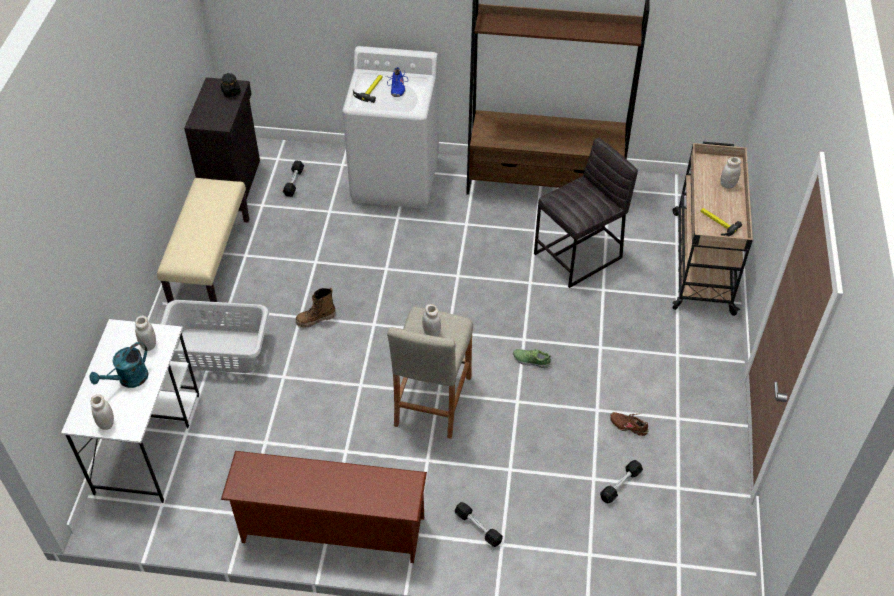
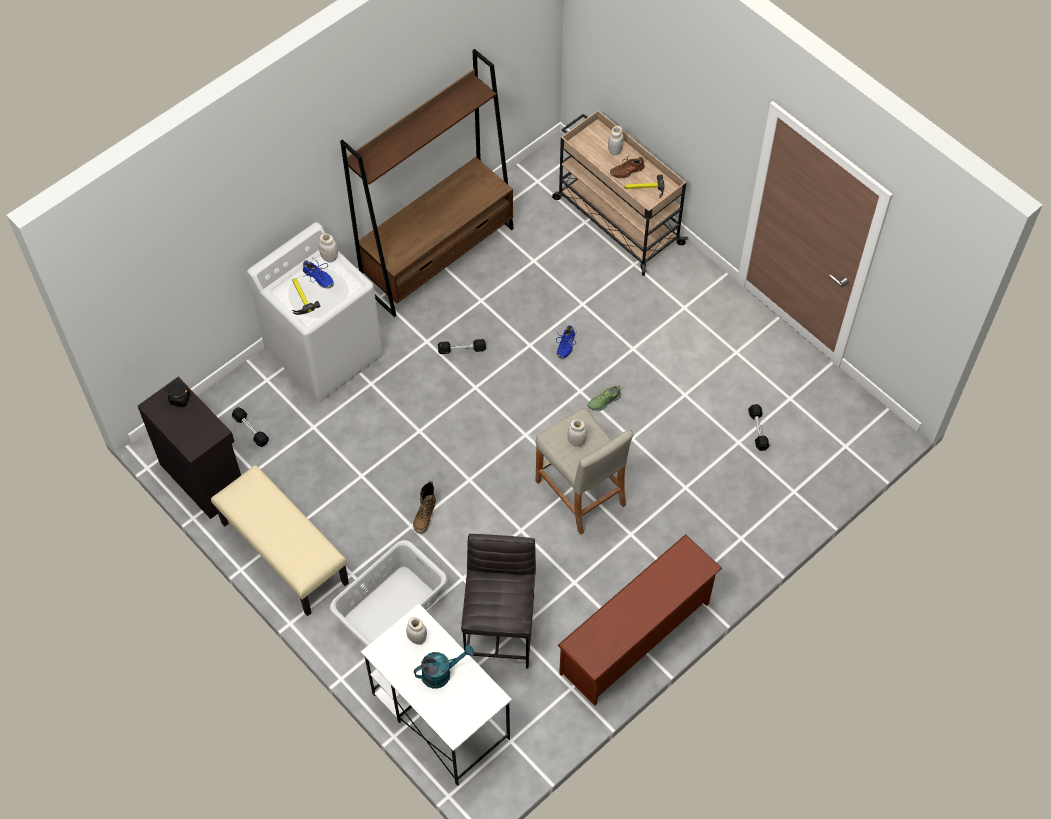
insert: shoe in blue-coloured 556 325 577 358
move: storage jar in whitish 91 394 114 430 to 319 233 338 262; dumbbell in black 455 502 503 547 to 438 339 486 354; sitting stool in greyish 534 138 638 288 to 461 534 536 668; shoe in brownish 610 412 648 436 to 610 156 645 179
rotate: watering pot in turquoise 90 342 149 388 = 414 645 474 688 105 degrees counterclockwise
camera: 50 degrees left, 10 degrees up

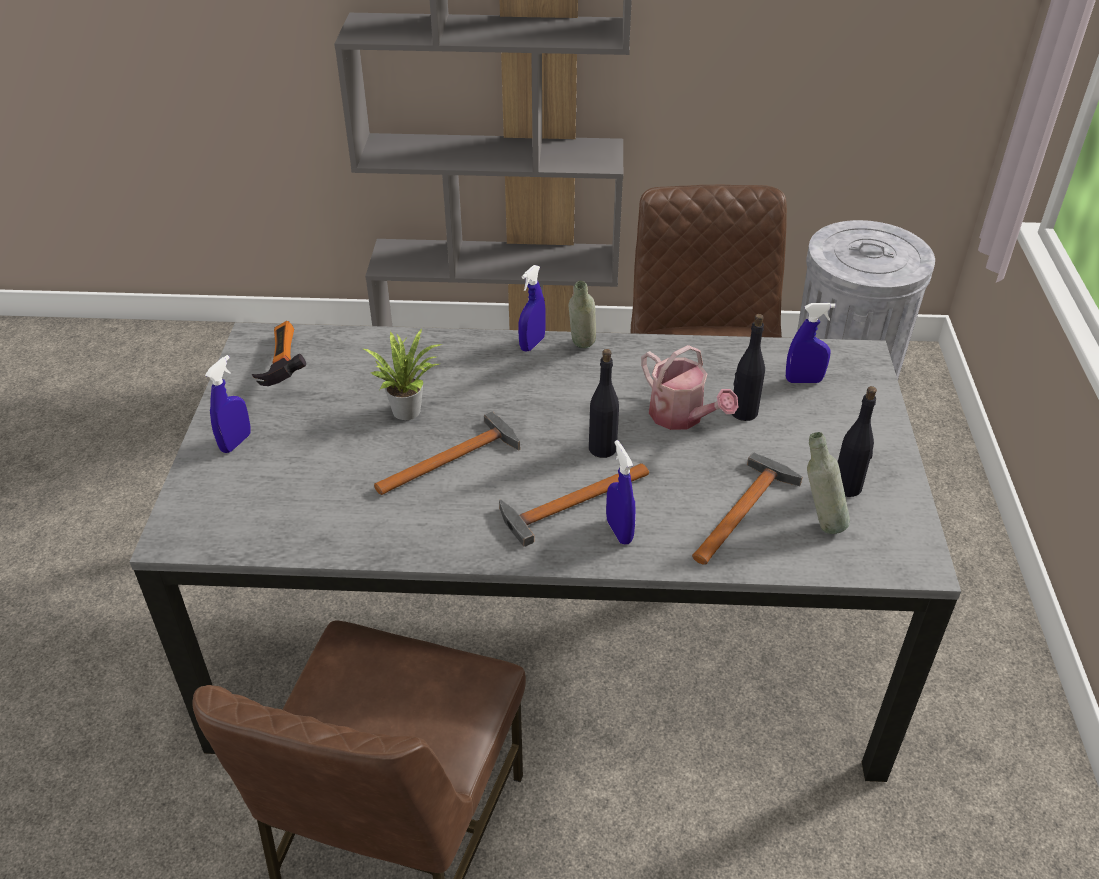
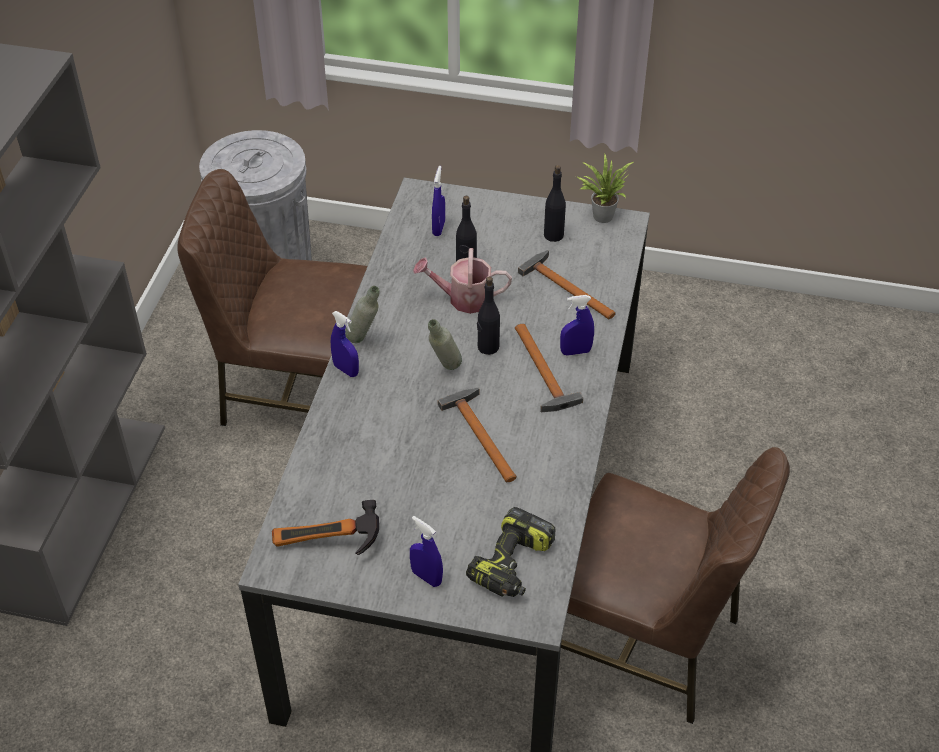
insert: electric drill 466 507 555 597
move: houseplant 362 329 442 420 to 576 153 633 223; bottle in greyish 807 432 850 534 to 428 319 462 370
rotate: watering pot 641 345 738 430 = 413 248 512 314 150 degrees counterclockwise
camera: 80 degrees left, 5 degrees up

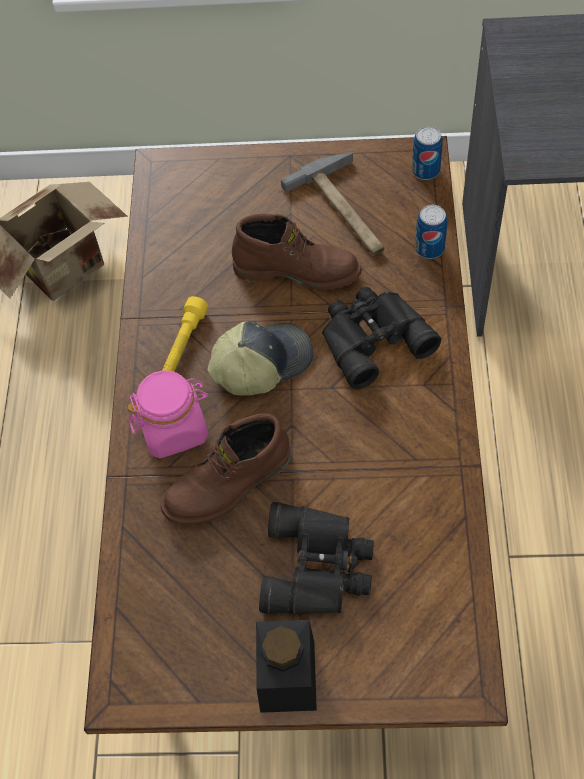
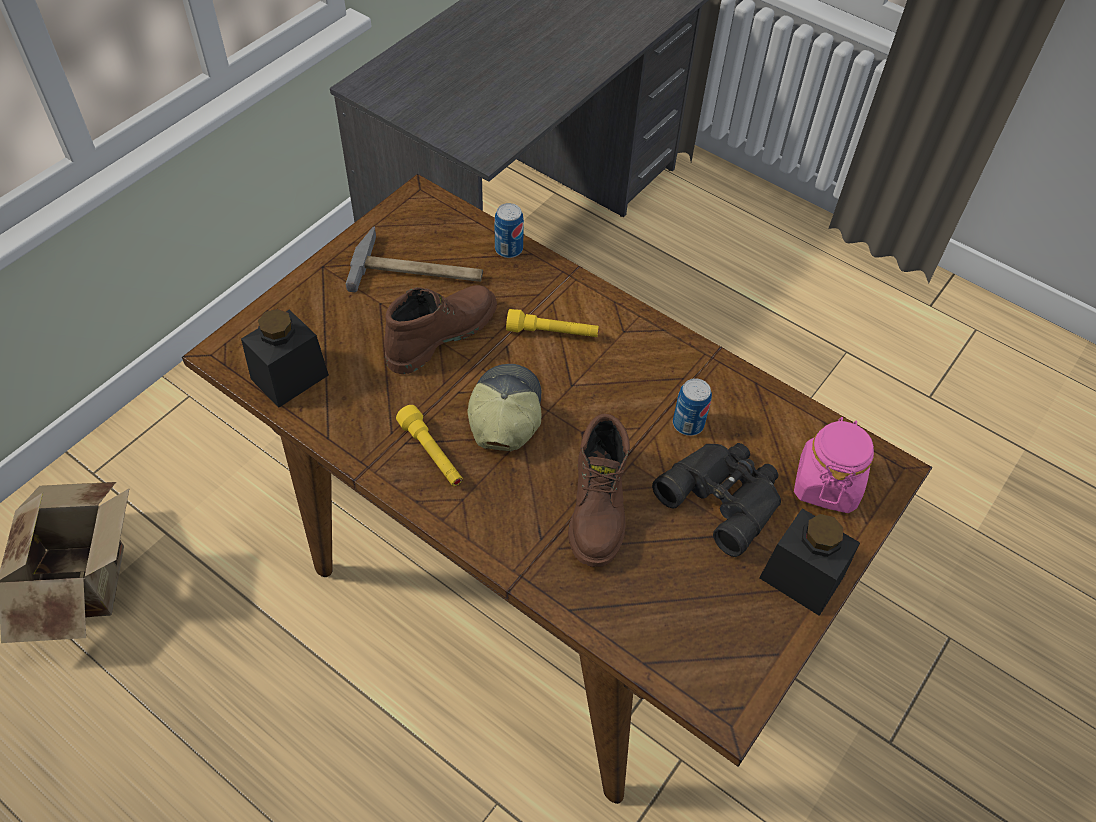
insert: storage jar in black 241 309 329 408
move: storage jar in pink-coloured 127 370 208 458 to 794 417 874 513; sealed can 412 126 443 180 to 673 378 712 436
replace: pair of binoculars in black 322 287 441 389 to torch in yellow-coloured 506 309 599 337
camera: 60 degrees left, 5 degrees down

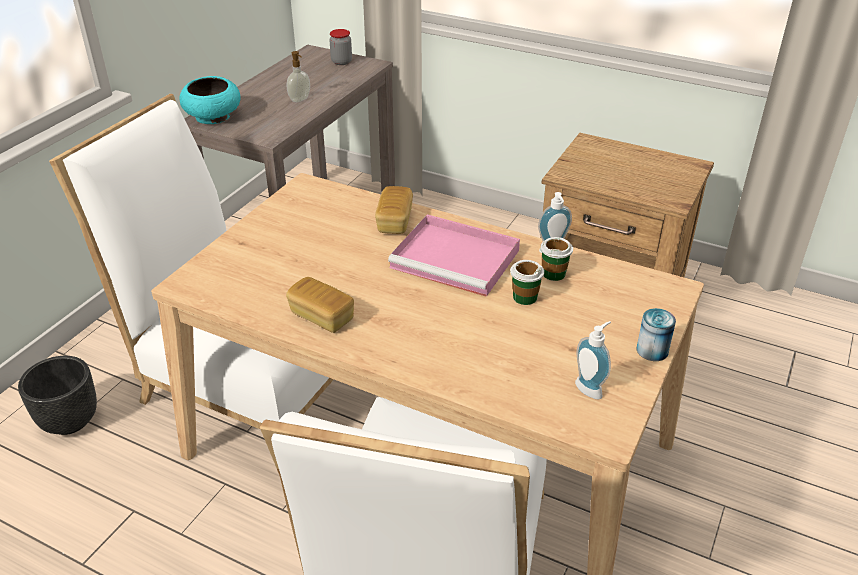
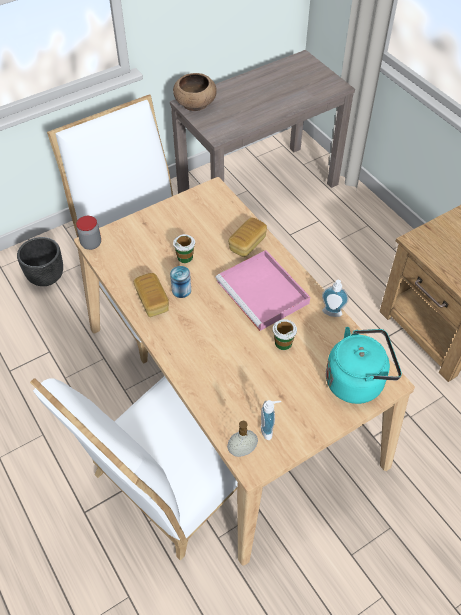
insert: kettle in turquoise 326 327 402 404
move: soap bottle 287 51 310 102 to 227 421 258 457; storage jar 329 29 352 65 to 76 216 101 250; cup 540 237 573 281 to 173 234 195 263; sealed can 637 308 676 361 to 170 266 191 298
recolor: bowl in turquoise 179 76 241 124 to bowl in brownish 173 73 217 111
camera: 30 degrees right, 15 degrees up

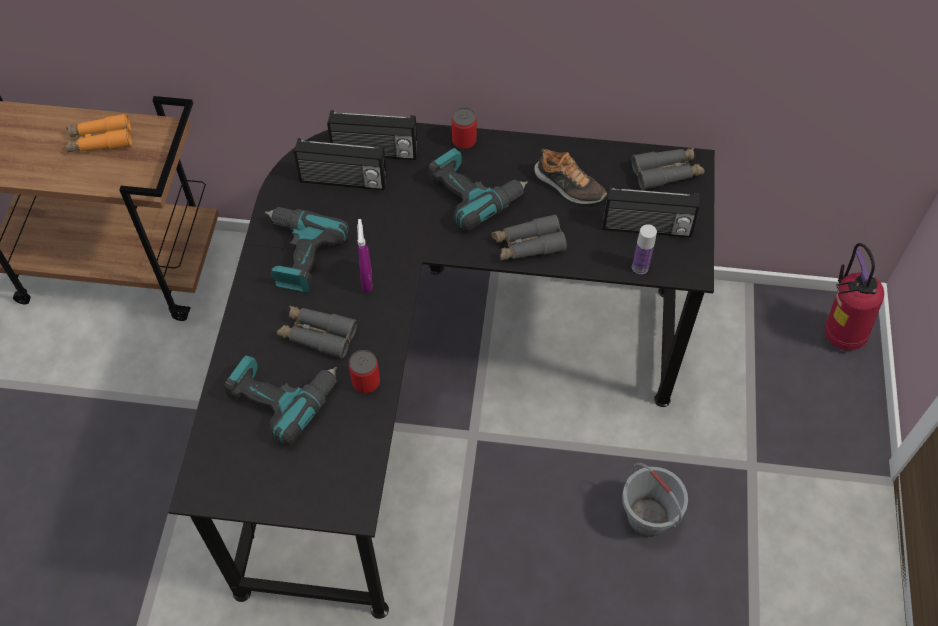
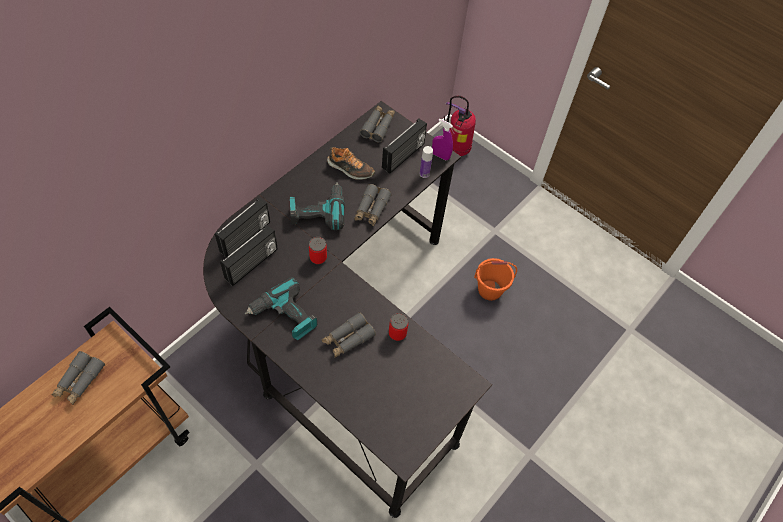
delete: electric drill 224 356 337 446
move: spray bottle in purplish 357 219 372 292 to 432 119 453 160; sealed can 452 108 477 150 to 309 237 327 264
recolor: pair of binoculars in orangey 65 113 132 152 to pair of binoculars in greyish 52 351 105 405; pail in greyish 622 463 688 537 to pail in orangey 474 258 517 301
rotate: shoe 534 149 607 204 = 327 147 375 180 45 degrees clockwise
camera: 60 degrees left, 0 degrees up

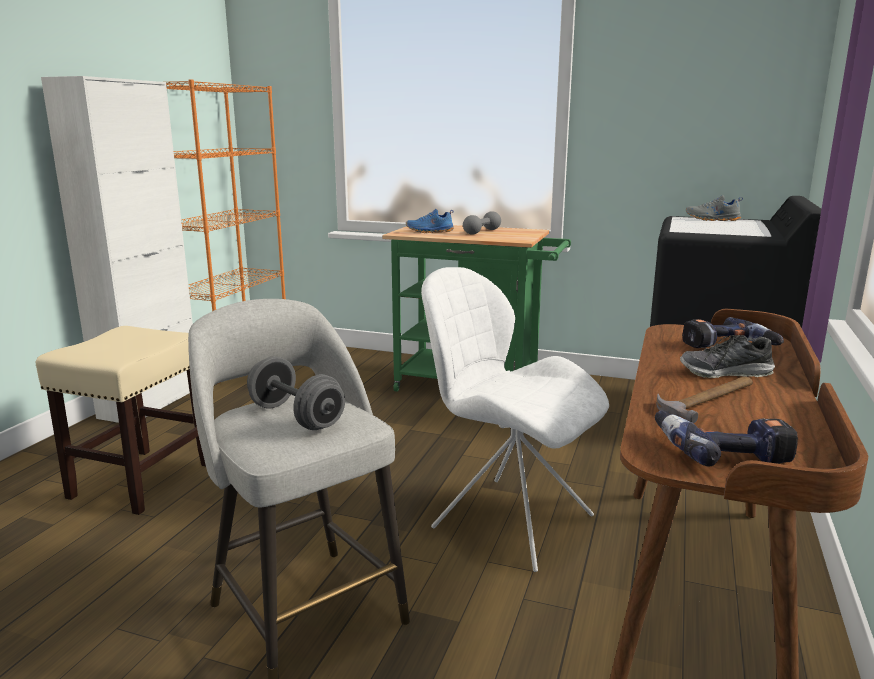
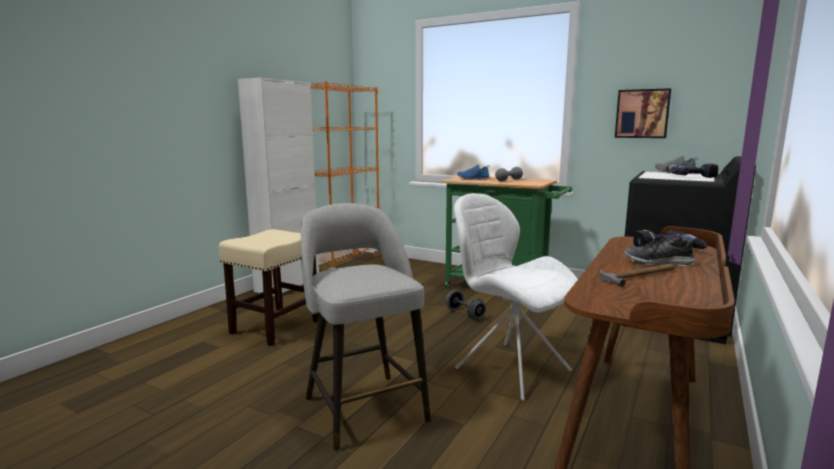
insert: picture 615 88 671 138
move: dumbbell in greyish 247 356 345 430 to 446 290 486 320; electric drill 655 410 798 466 to 666 163 718 178
camera: 10 degrees right, 5 degrees down

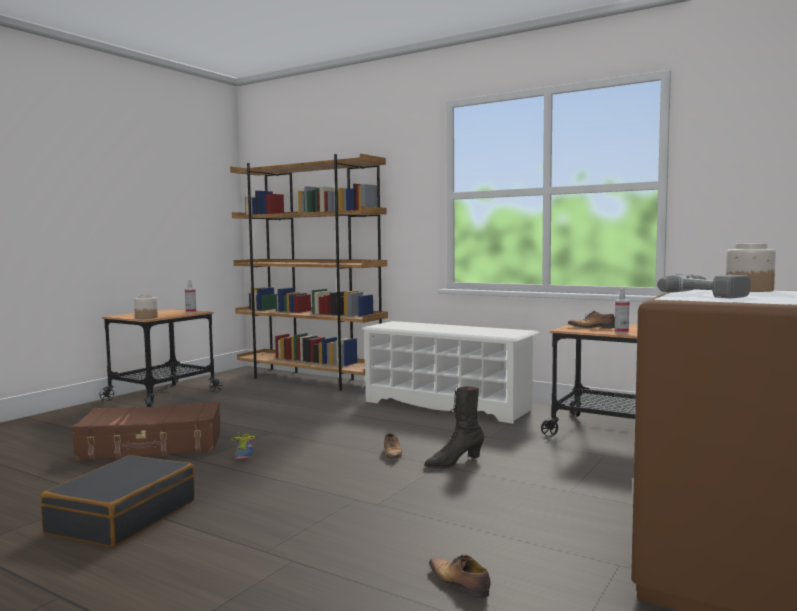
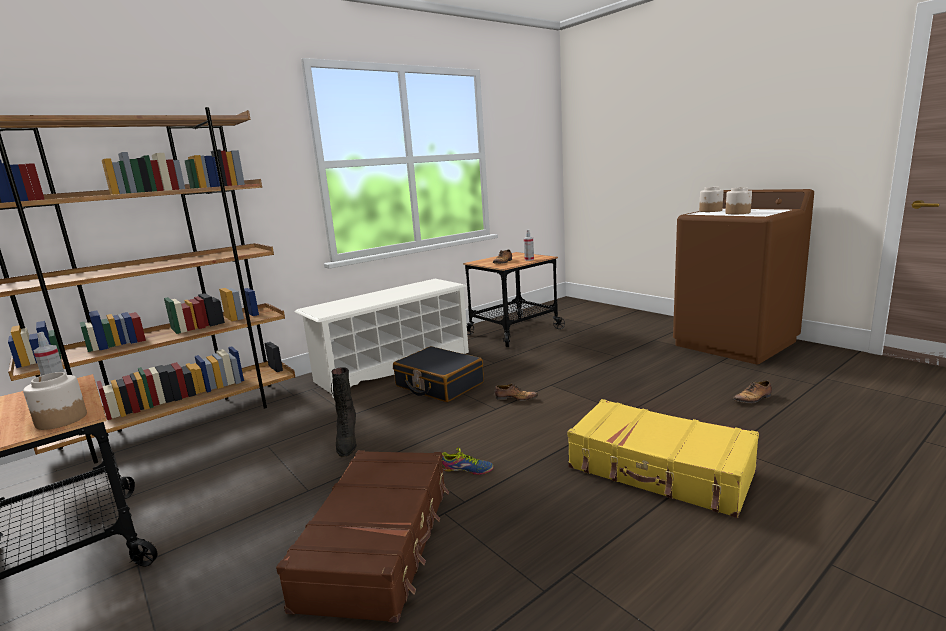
insert: suitcase in yellow-coloured 568 399 759 518
move: suitcase in black 40 455 195 548 to 393 346 484 402; tall boot in black 424 386 484 468 to 331 367 357 457
replace: electric drill 657 274 751 299 to storage jar 725 187 752 214
camera: 70 degrees left, 10 degrees up

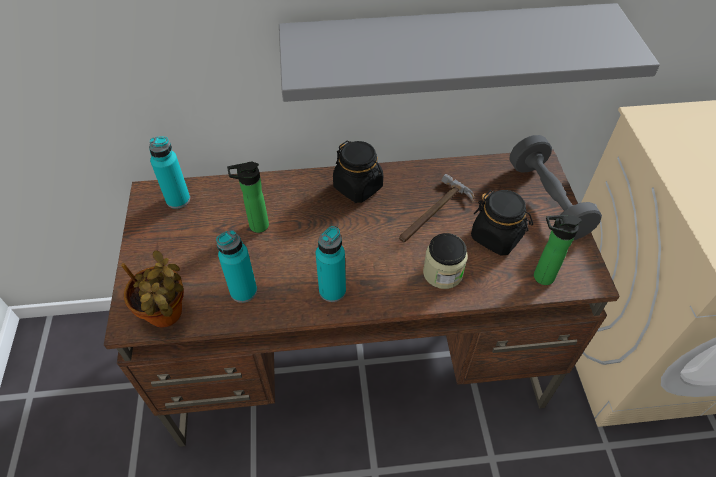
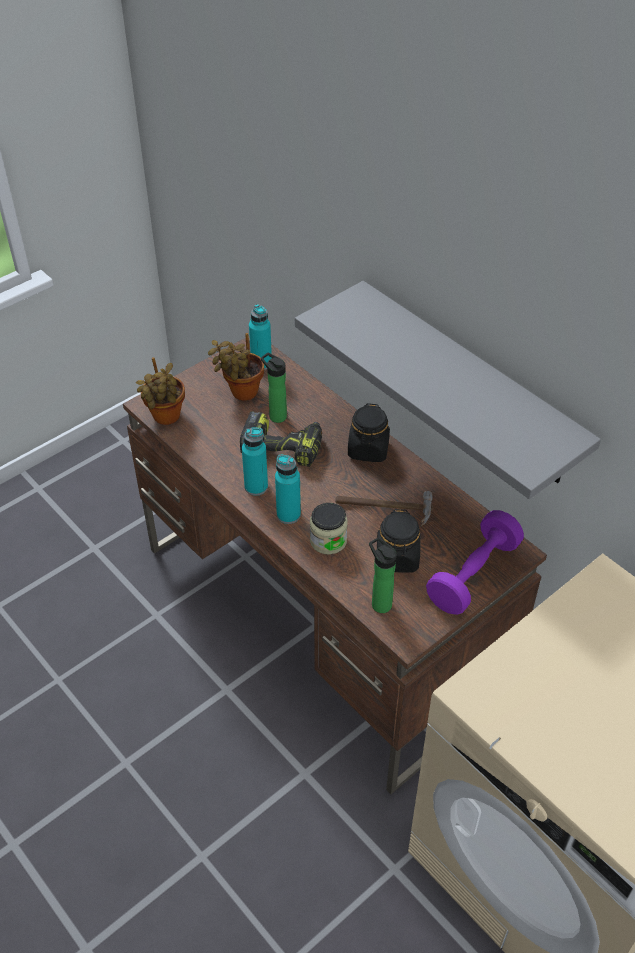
insert: houseplant 208 333 264 401; electric drill 240 411 322 467
move: bottle in turquoise 216 230 257 303 to 275 454 301 524
recolor: dumbbell in greyish 510 135 602 240 to dumbbell in purplish 426 510 524 615
camera: 55 degrees right, 5 degrees down

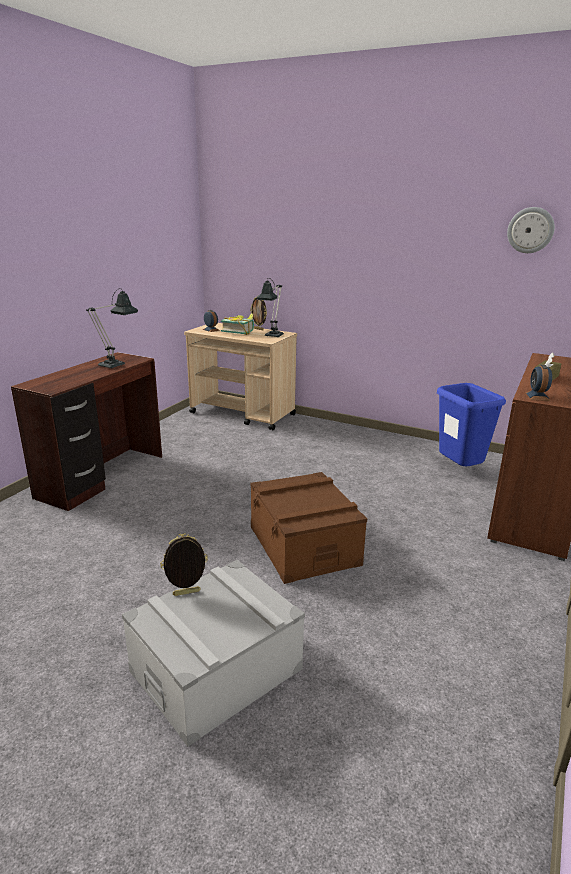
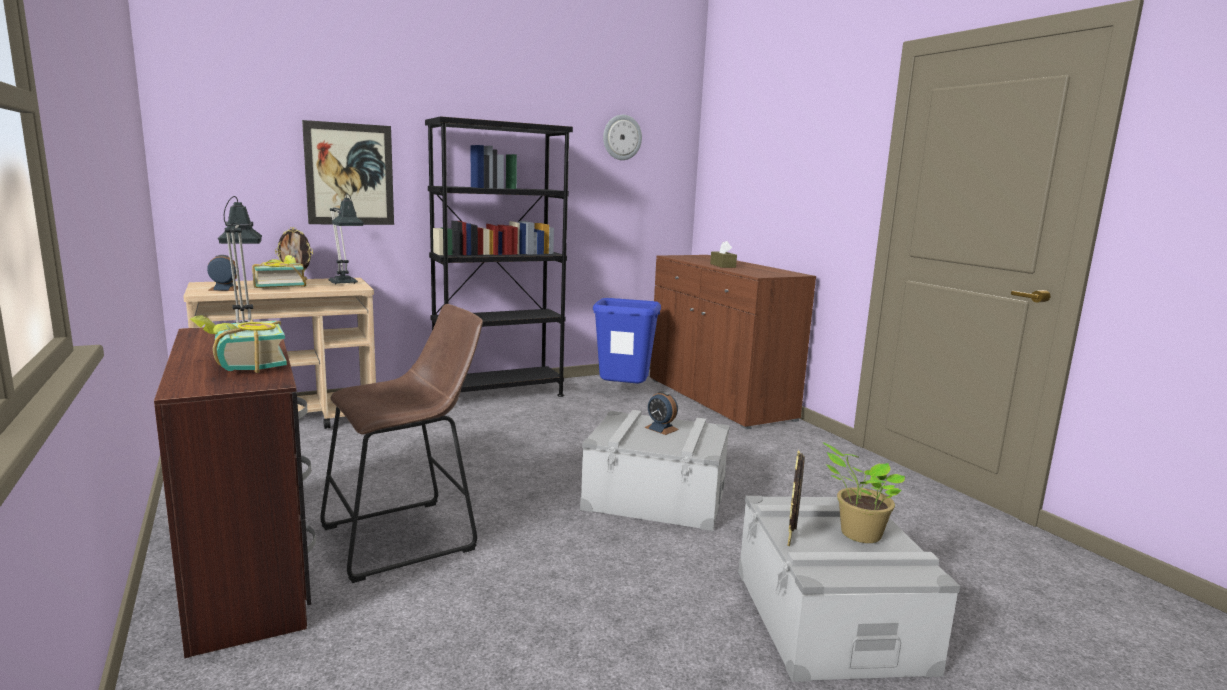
insert: bound book 190 315 287 373; picture 302 120 394 225; sitting stool in brownish 320 304 483 583; shelving unit in black 425 116 573 397; houseplant 823 442 905 543
move: table clock 525 365 552 401 to 644 391 679 435
recolor: storage container in brownish 250 472 367 584 to storage container in greyish 580 410 730 531
camera: 55 degrees left, 10 degrees down

